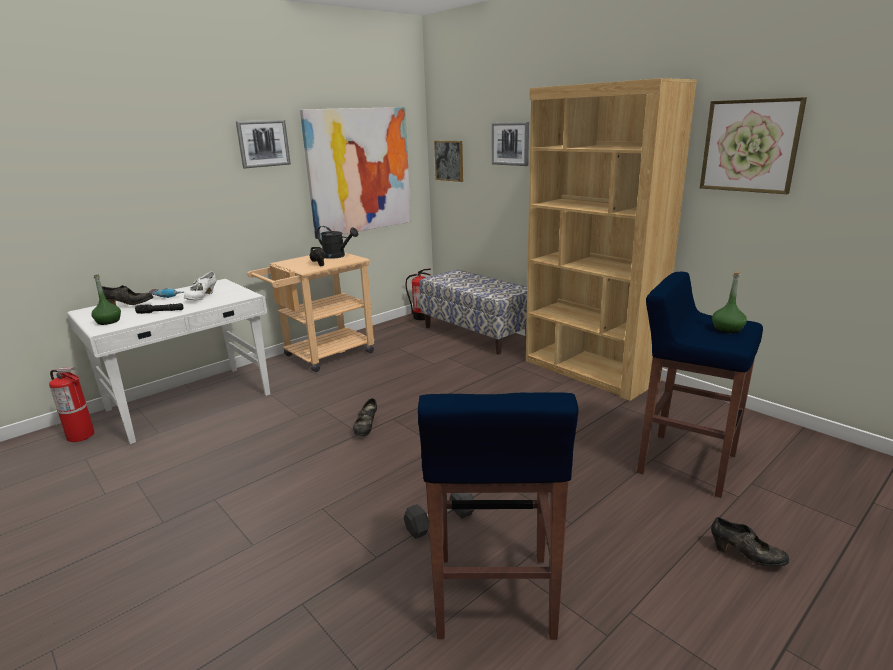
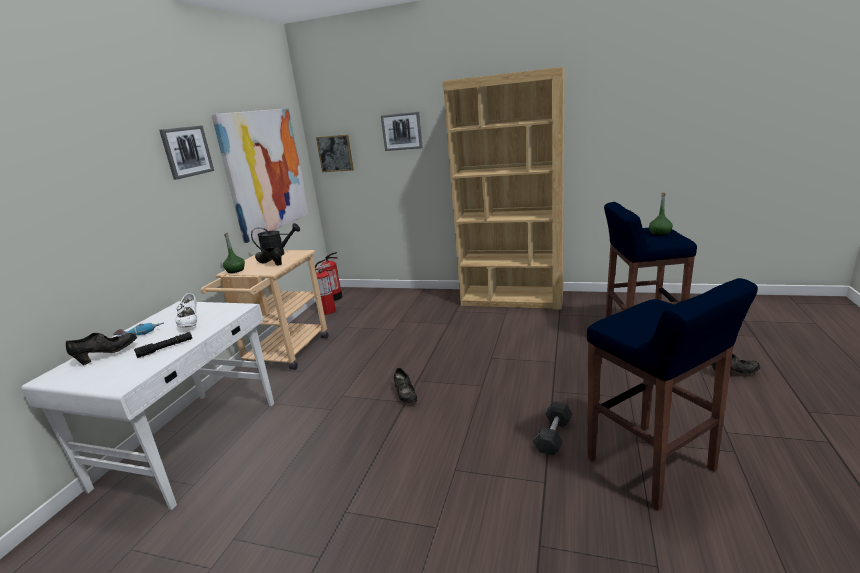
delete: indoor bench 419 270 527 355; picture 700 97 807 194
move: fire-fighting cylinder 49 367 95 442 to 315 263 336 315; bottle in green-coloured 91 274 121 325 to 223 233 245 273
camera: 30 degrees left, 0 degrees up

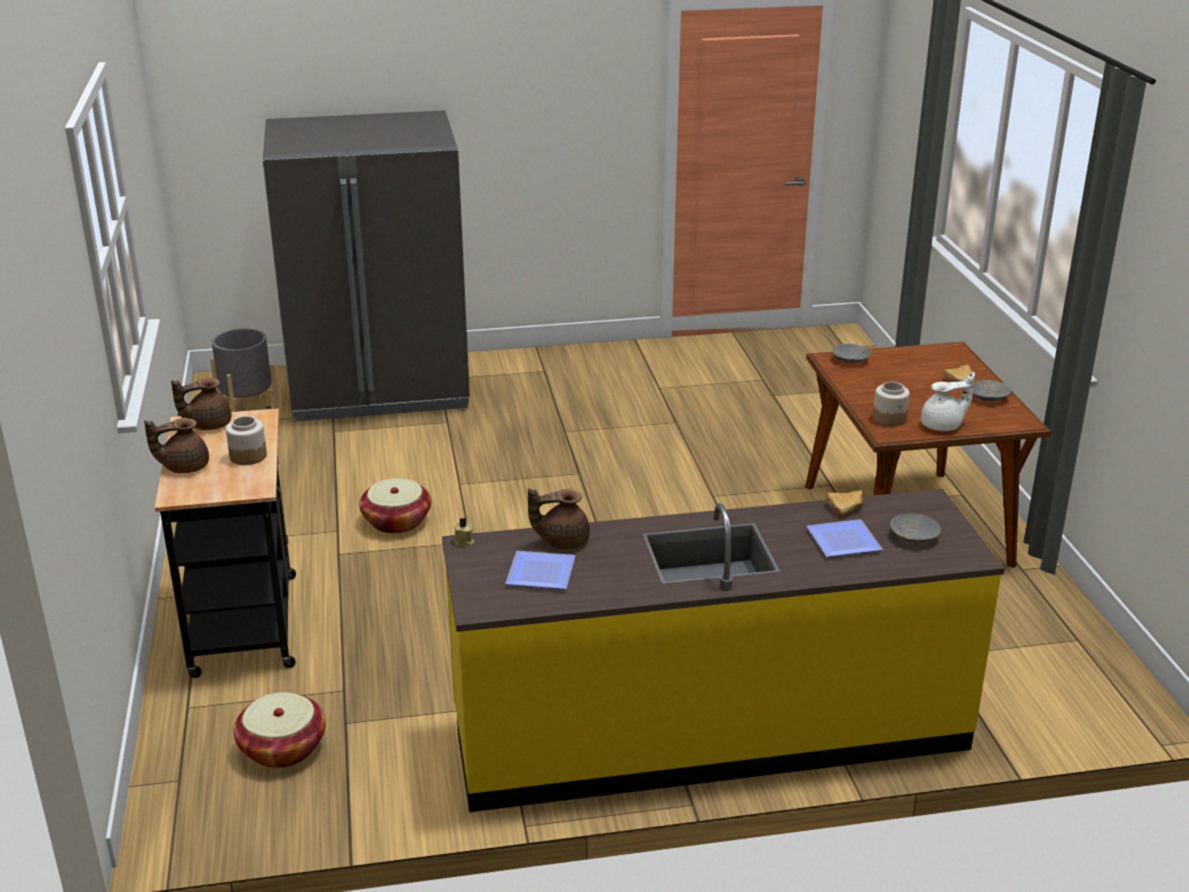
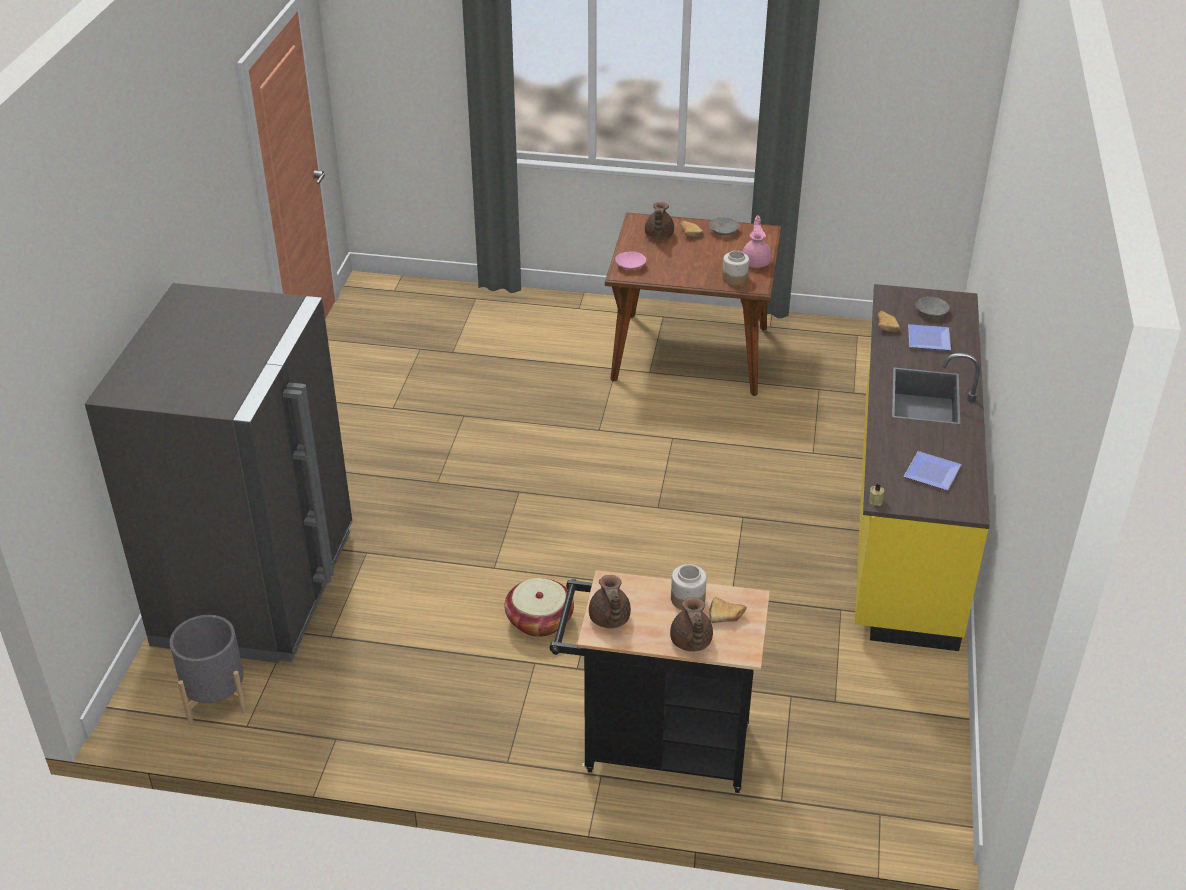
delete: storage basket 233 692 326 768
insert: bakery bread 709 597 747 623
move: tea pot in brownish 528 488 590 549 to 645 202 674 239
recolor: bowl in greyish 833 344 871 364 to bowl in pink-coloured 615 251 646 270; tea pot in whitish 921 372 975 431 to tea pot in pink-coloured 742 215 772 268
camera: 70 degrees left, 10 degrees up

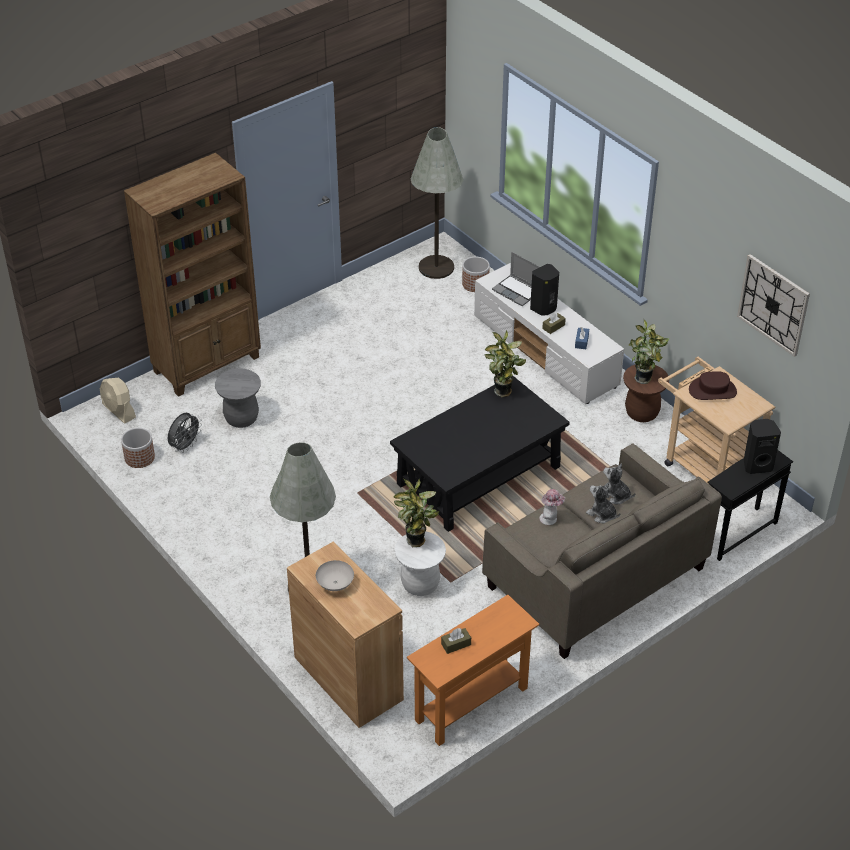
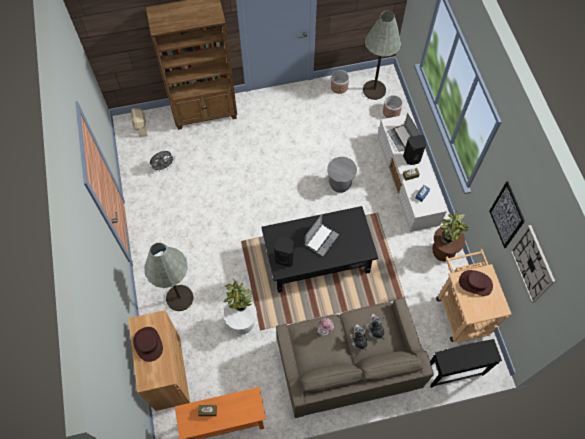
delete: houseplant 484 330 526 397
insert: notebook computer 305 214 339 256; picture 489 181 525 248
move: plant pot 121 428 155 468 to 331 70 349 94; sitting stool in greyish 215 368 261 428 to 327 157 357 193; loudspeaker in black 744 419 781 474 to 274 237 294 267
replace: bowl in whitish 316 560 354 591 to clothing hat in brownish 133 327 163 362
camera: 25 degrees right, 20 degrees up

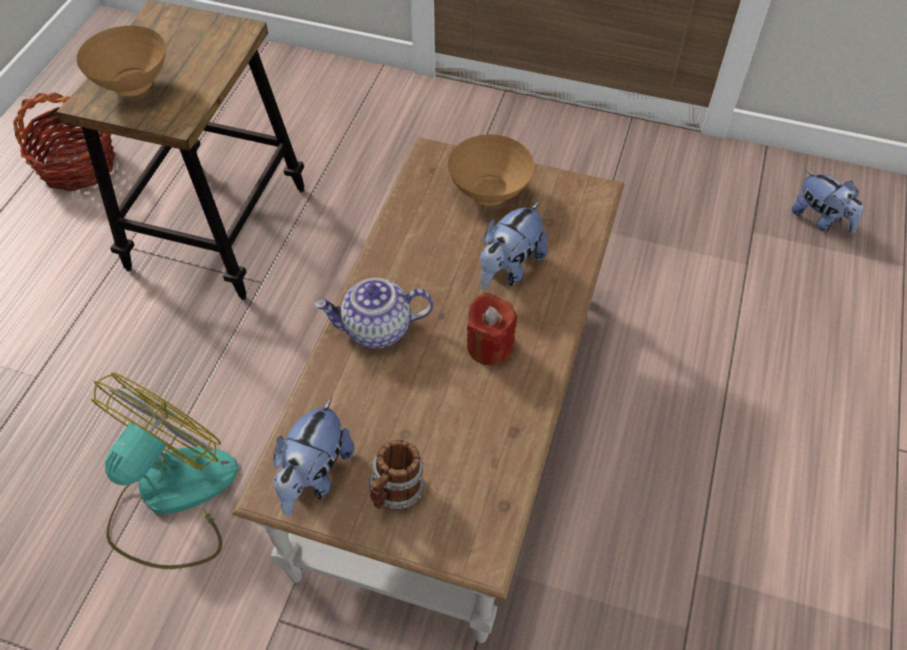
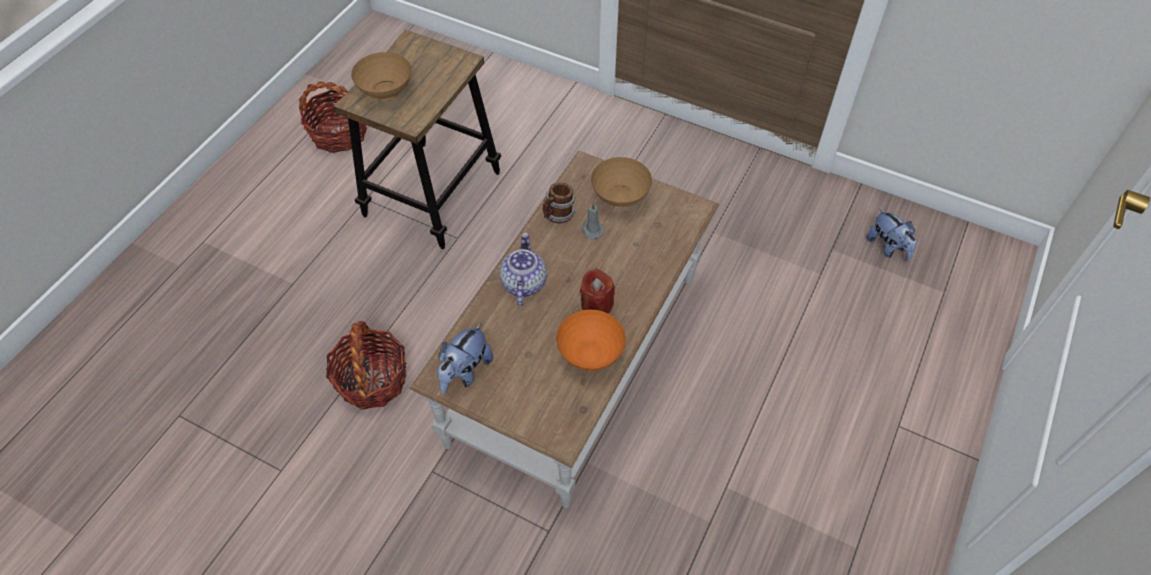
delete: cuddly toy 480 202 548 290
insert: bowl in orangey 556 310 626 371; candle in greyish 581 202 605 240
move: coffee mug 368 440 425 510 to 543 182 575 223
replace: fan 91 372 238 569 to storage basket 326 321 407 410
rotate: tea pot 314 278 434 349 = 499 232 547 306 90 degrees clockwise
camera: 10 degrees right, 0 degrees up

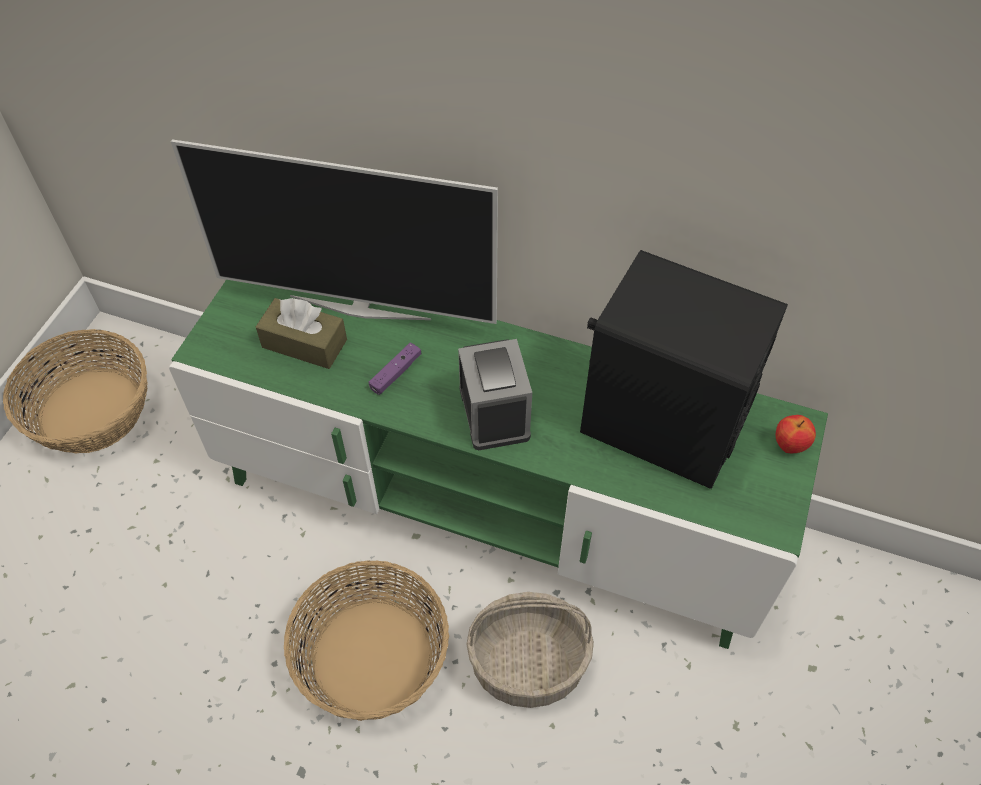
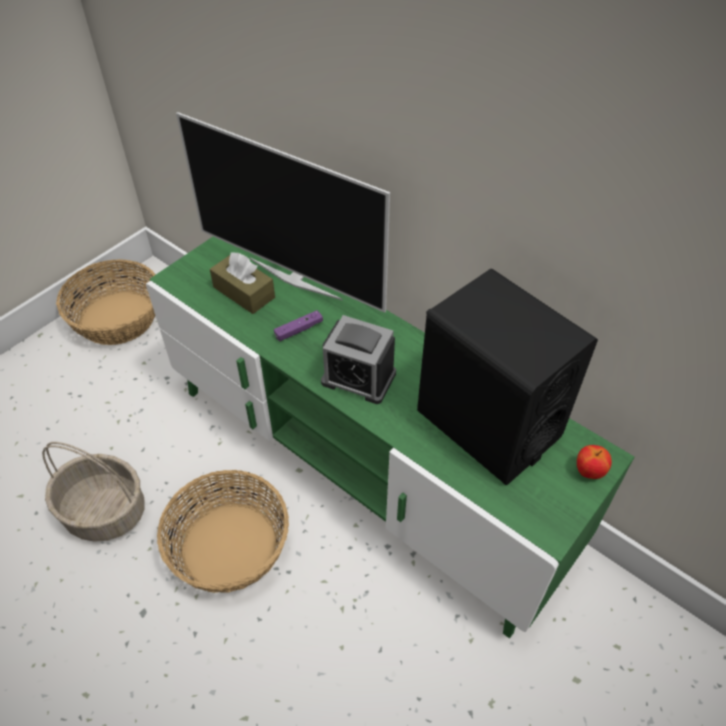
move: storage basket 466 592 594 708 to 42 442 144 542
rotate: table clock 458 339 532 450 = 321 315 396 404 105 degrees clockwise
camera: 20 degrees right, 5 degrees down

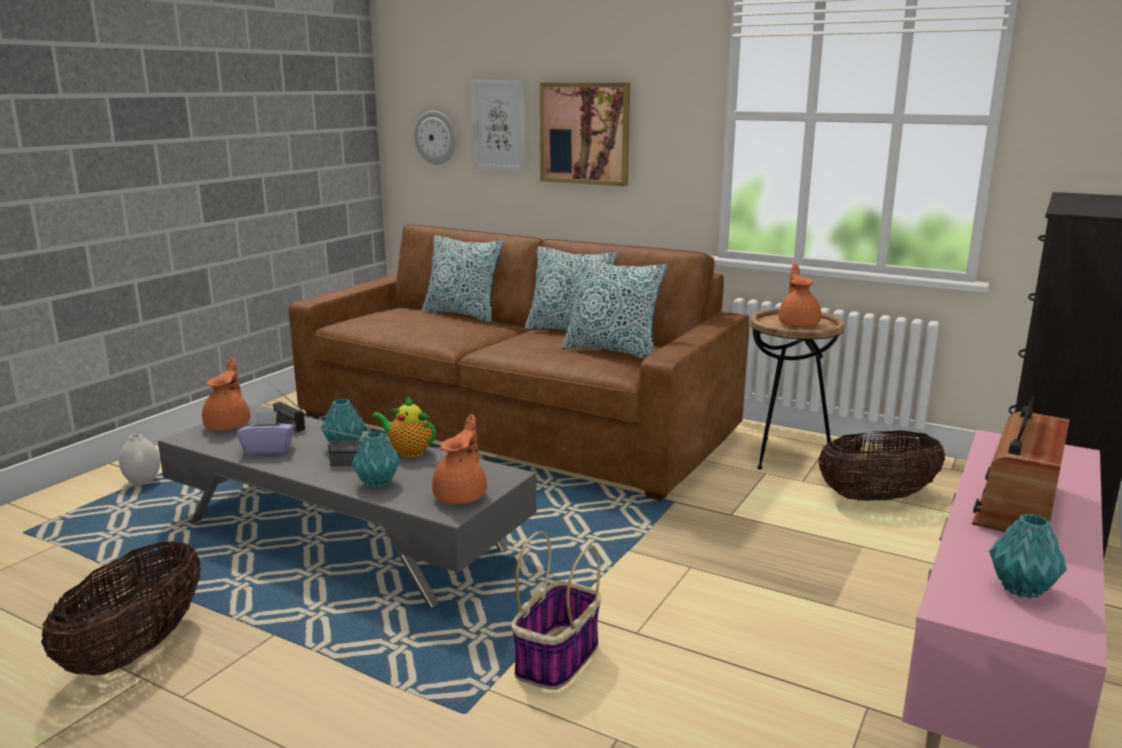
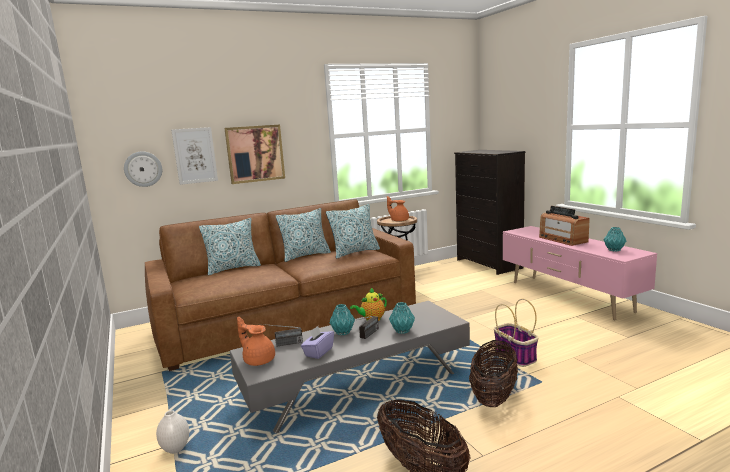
delete: tea pot in orangey 432 414 487 504
move: storage basket 818 430 945 501 to 469 340 518 407
camera: 55 degrees left, 5 degrees down

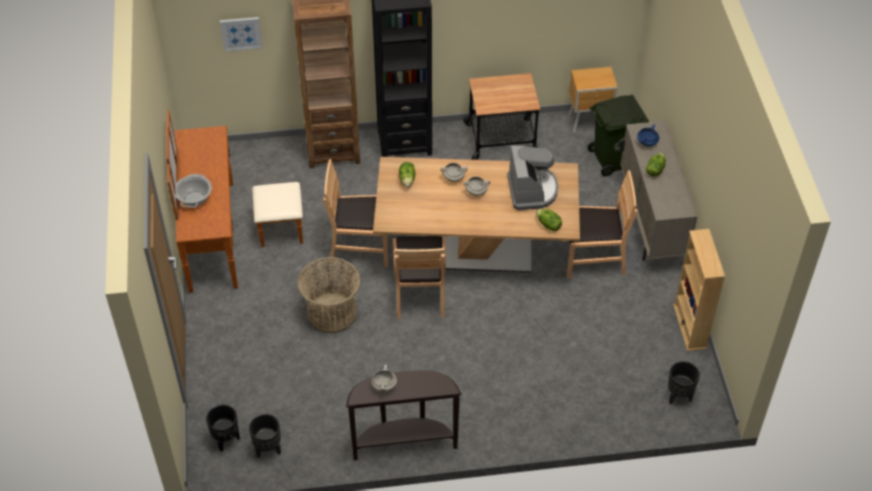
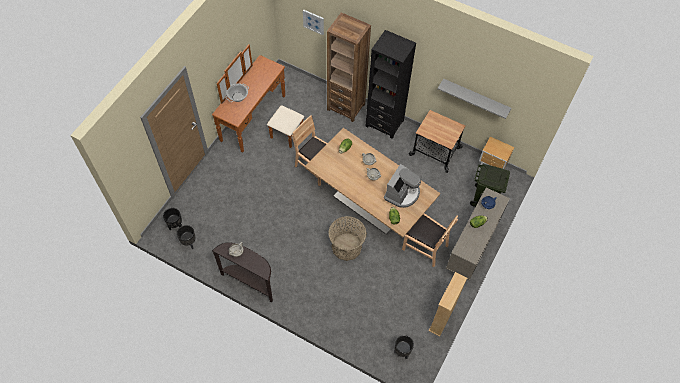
delete: plain chair in brownish 393 236 446 319
insert: wall shelf in greyish 437 79 511 119
move: storage basket 298 257 360 334 to 328 216 366 261
camera: 35 degrees right, 10 degrees up

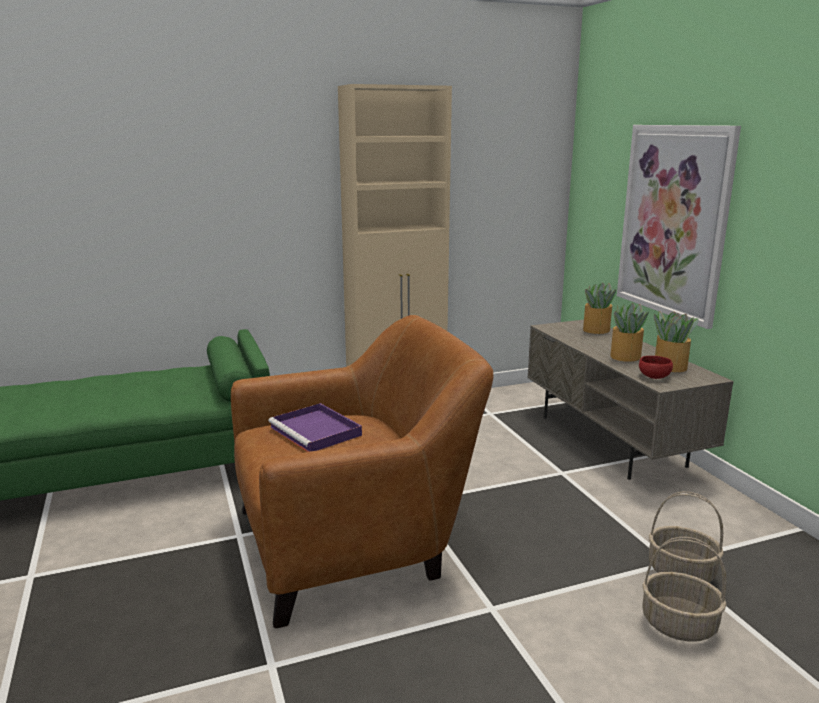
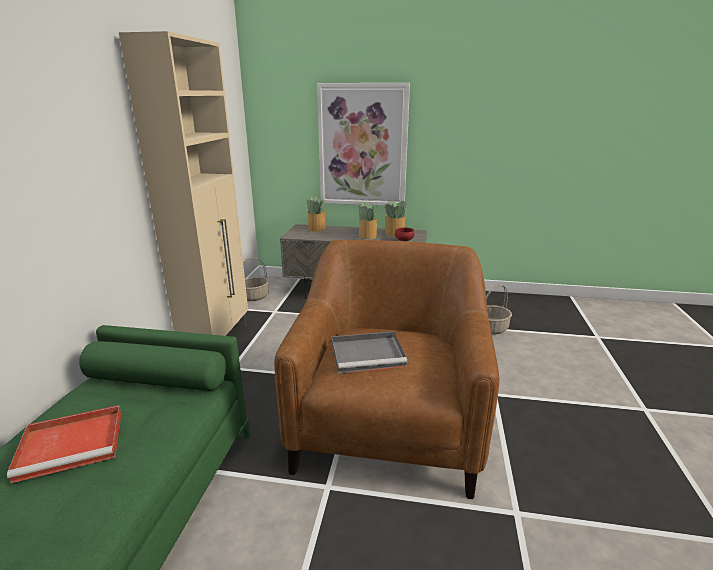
insert: carrying tray in reddish 7 405 121 483
move: storage basket 642 537 727 642 to 243 257 269 301
recolor: carrying tray in purplish 268 403 362 452 to carrying tray in greyish 331 331 407 373
camera: 60 degrees left, 5 degrees up

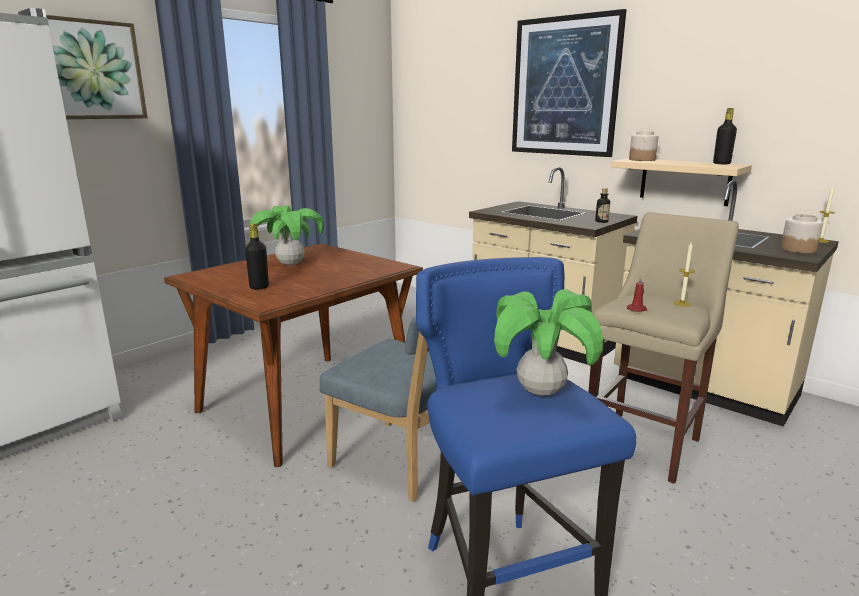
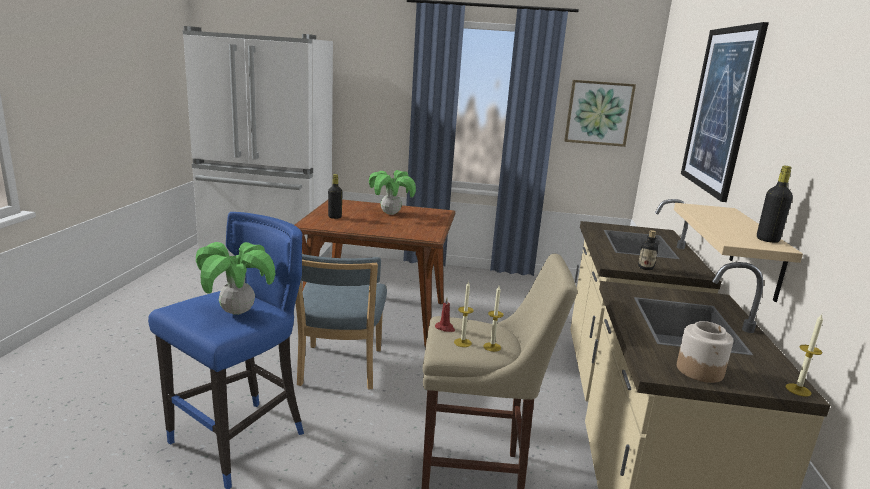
delete: storage jar 629 131 658 161
insert: candle 454 281 473 347
move: picture 46 15 148 119 to 564 80 636 147
camera: 55 degrees right, 0 degrees up

